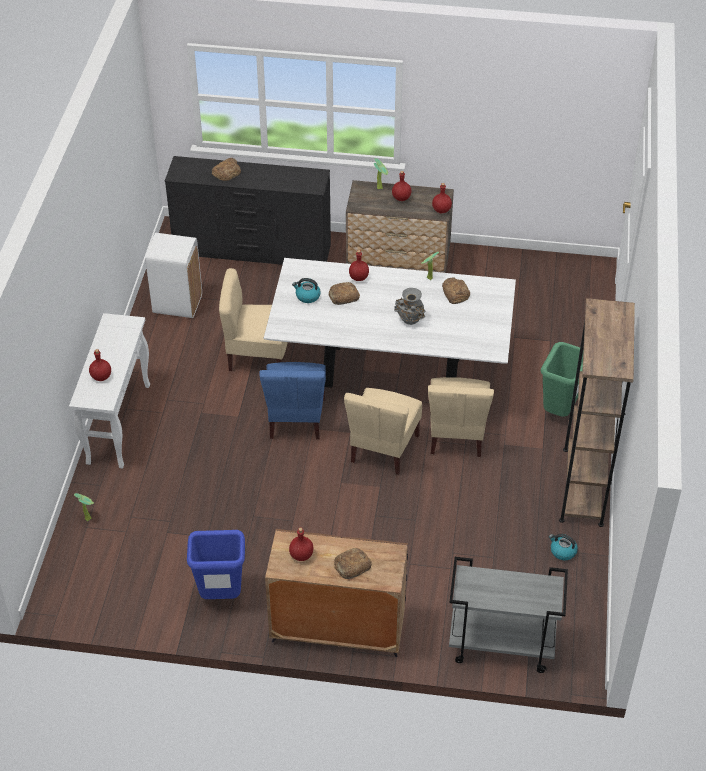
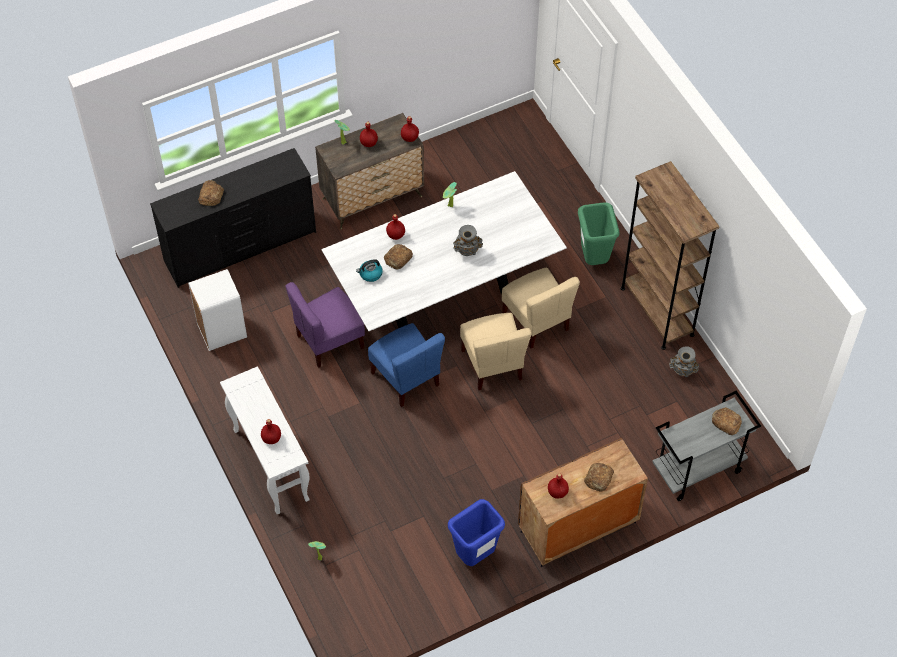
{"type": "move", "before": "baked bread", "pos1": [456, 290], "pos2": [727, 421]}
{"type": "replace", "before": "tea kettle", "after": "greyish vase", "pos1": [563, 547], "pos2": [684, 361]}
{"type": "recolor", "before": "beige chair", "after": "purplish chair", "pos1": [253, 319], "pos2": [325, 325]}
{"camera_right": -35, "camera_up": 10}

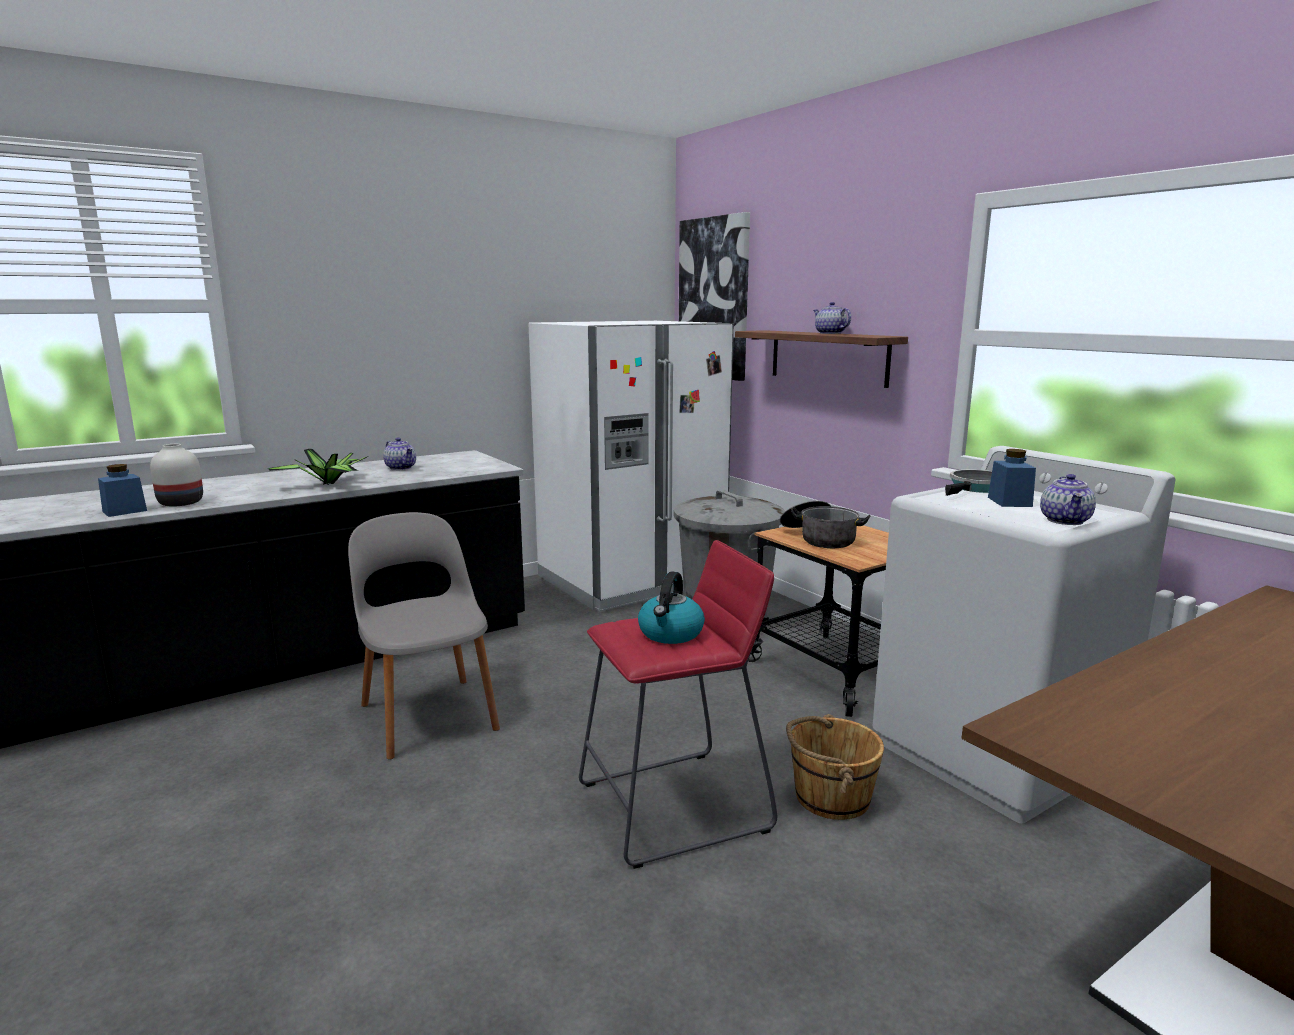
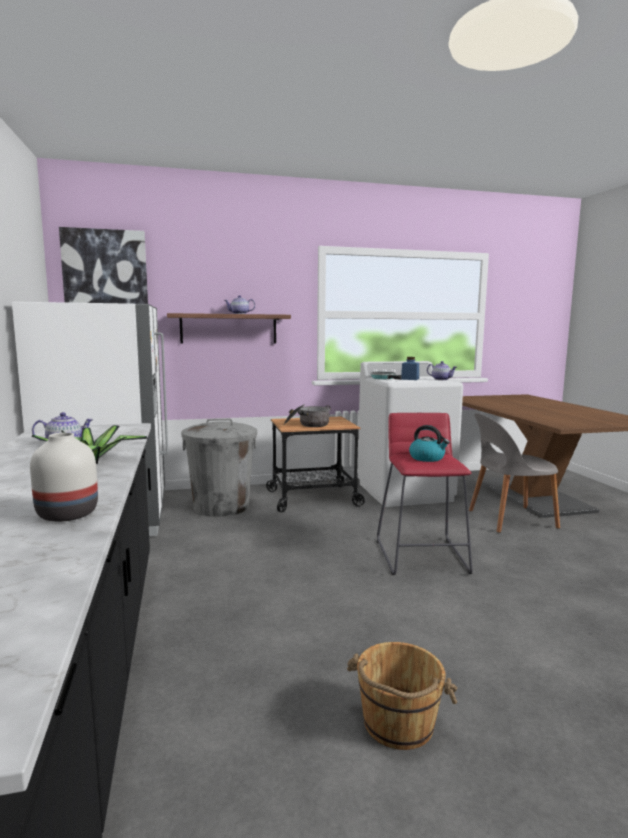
{"type": "delete", "before": "bluish storage jar", "pos1": [122, 490]}
{"type": "move", "before": "greyish chair", "pos1": [424, 636], "pos2": [514, 473]}
{"type": "move", "before": "brown water bucket", "pos1": [835, 767], "pos2": [402, 696]}
{"camera_right": -70, "camera_up": -5}

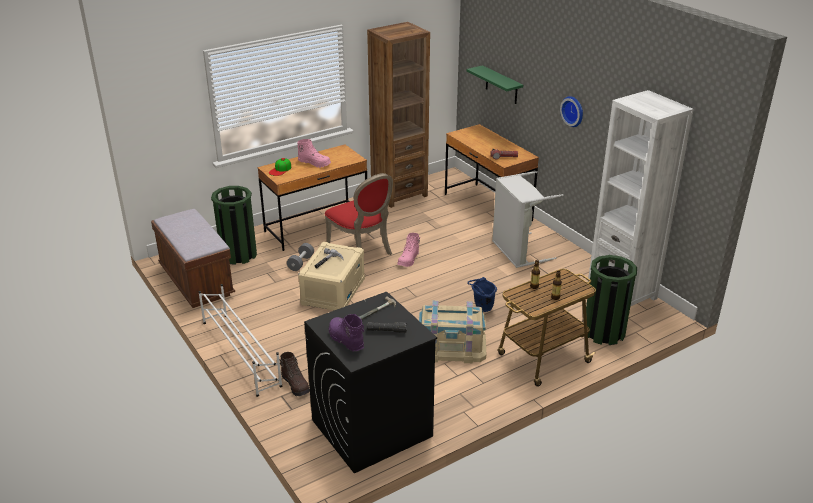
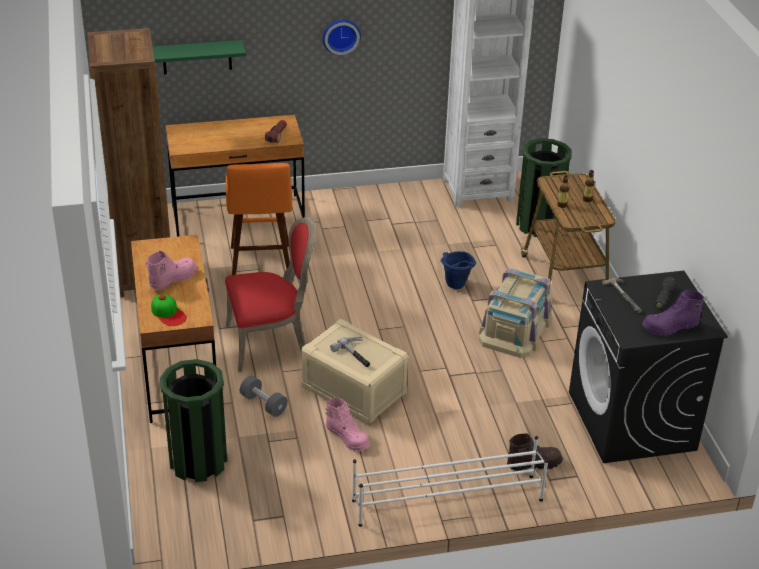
{"type": "delete", "before": "brown bench", "pos1": [193, 258]}
{"type": "delete", "before": "greyish hamper", "pos1": [527, 219]}
{"type": "insert", "after": "orange-coloured stool", "pos2": [259, 219]}
{"type": "move", "before": "pink tall boot", "pos1": [409, 250], "pos2": [347, 425]}
{"camera_right": -70, "camera_up": 5}

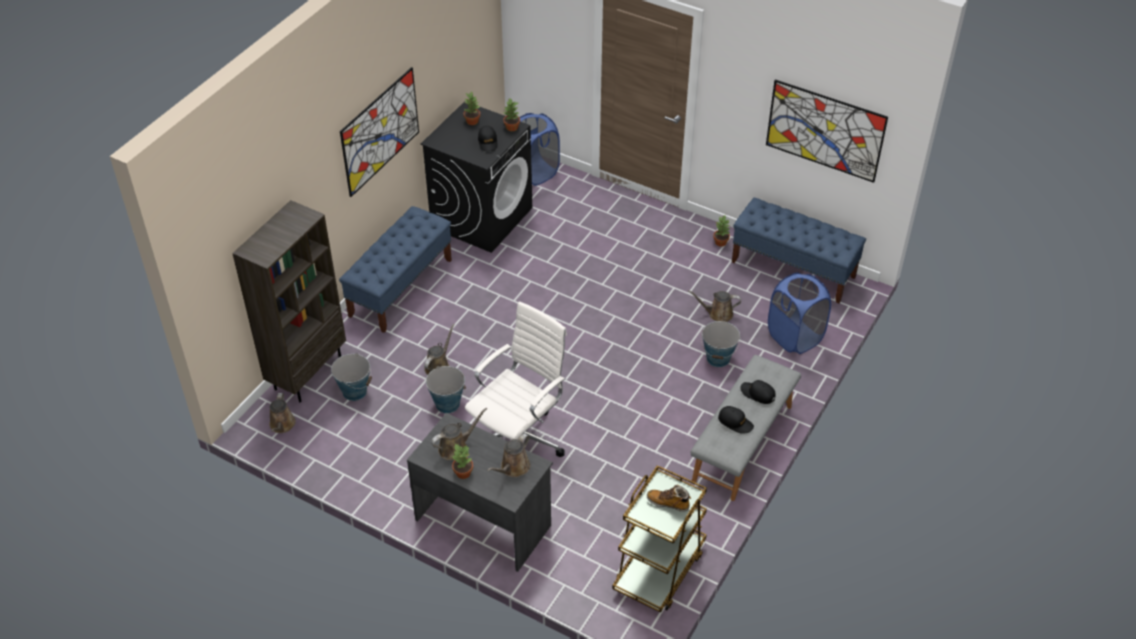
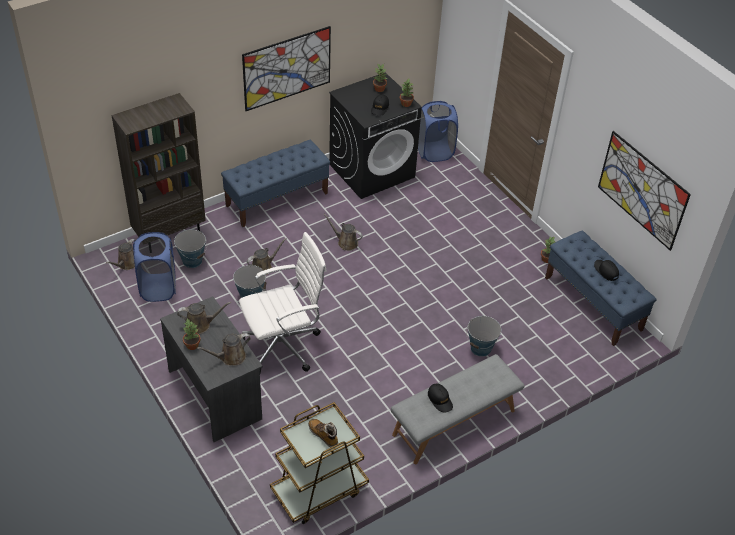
{"type": "move", "before": "brown watering pot", "pos1": [714, 306], "pos2": [343, 232]}
{"type": "move", "before": "black cap", "pos1": [758, 392], "pos2": [606, 270]}
{"type": "move", "before": "bluish hamper", "pos1": [799, 313], "pos2": [154, 267]}
{"camera_right": 25, "camera_up": 0}

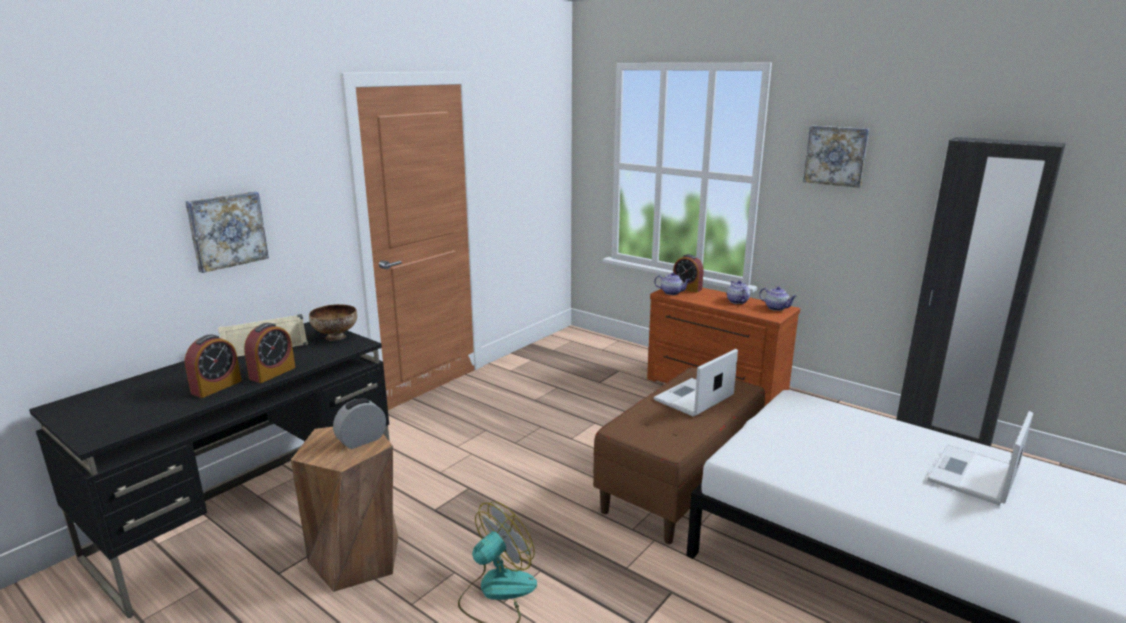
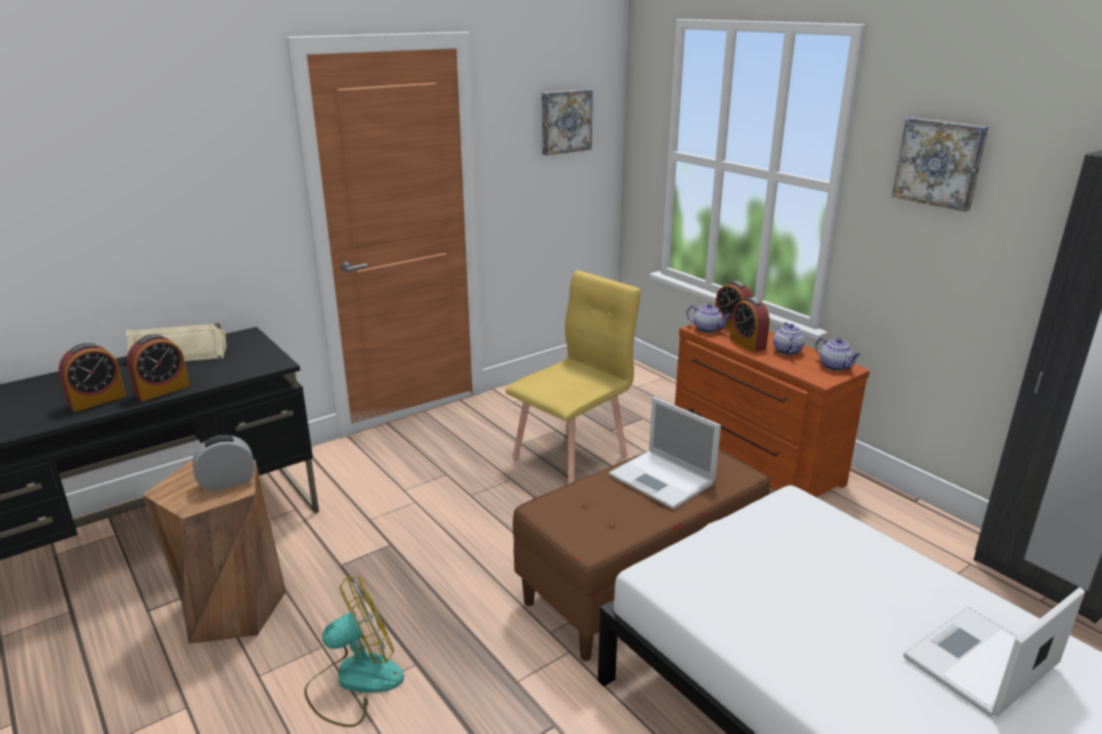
{"type": "delete", "before": "bowl", "pos1": [333, 322]}
{"type": "insert", "after": "yellowish chair", "pos2": [573, 377]}
{"type": "insert", "after": "table clock", "pos2": [750, 324]}
{"type": "move", "before": "wall picture", "pos1": [227, 232], "pos2": [567, 122]}
{"type": "rotate", "before": "portable computer", "pos1": [696, 383], "pos2": [665, 453], "turn": -105}
{"camera_right": 15, "camera_up": 5}

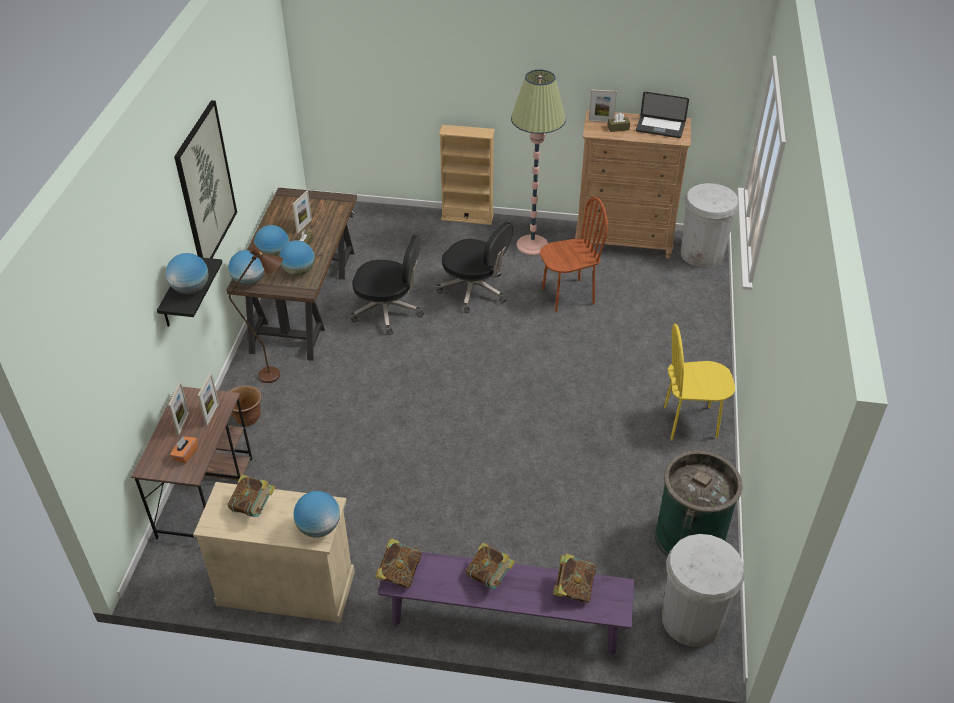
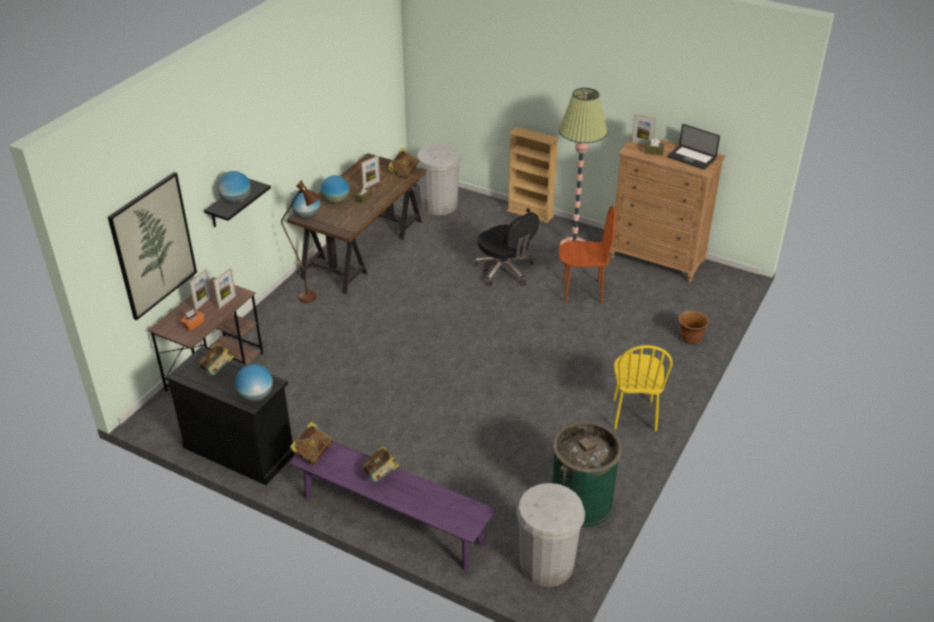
{"type": "delete", "before": "globe", "pos1": [297, 258]}
{"type": "delete", "before": "black desk chair", "pos1": [387, 285]}
{"type": "move", "before": "wall picture", "pos1": [205, 179], "pos2": [152, 246]}
{"type": "move", "before": "brown planter", "pos1": [245, 405], "pos2": [694, 327]}
{"type": "move", "before": "volume", "pos1": [574, 578], "pos2": [403, 163]}
{"type": "move", "before": "white-coloured trash can", "pos1": [709, 225], "pos2": [438, 179]}
{"type": "recolor", "before": "beige cabinet", "after": "black cabinet", "pos1": [274, 552], "pos2": [231, 416]}
{"type": "rotate", "before": "yellowish chair", "pos1": [699, 382], "pos2": [642, 388], "turn": -105}
{"camera_right": 20, "camera_up": -5}

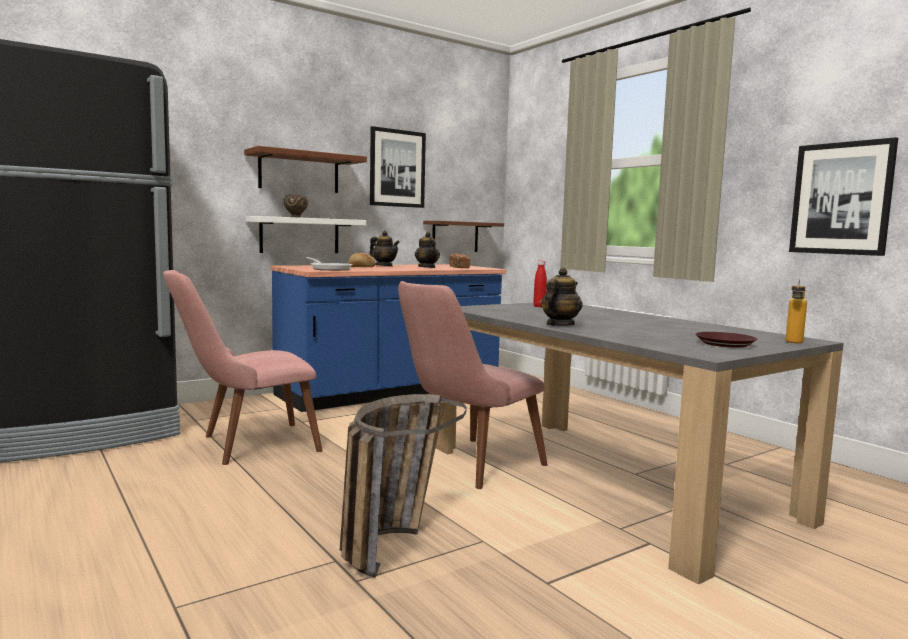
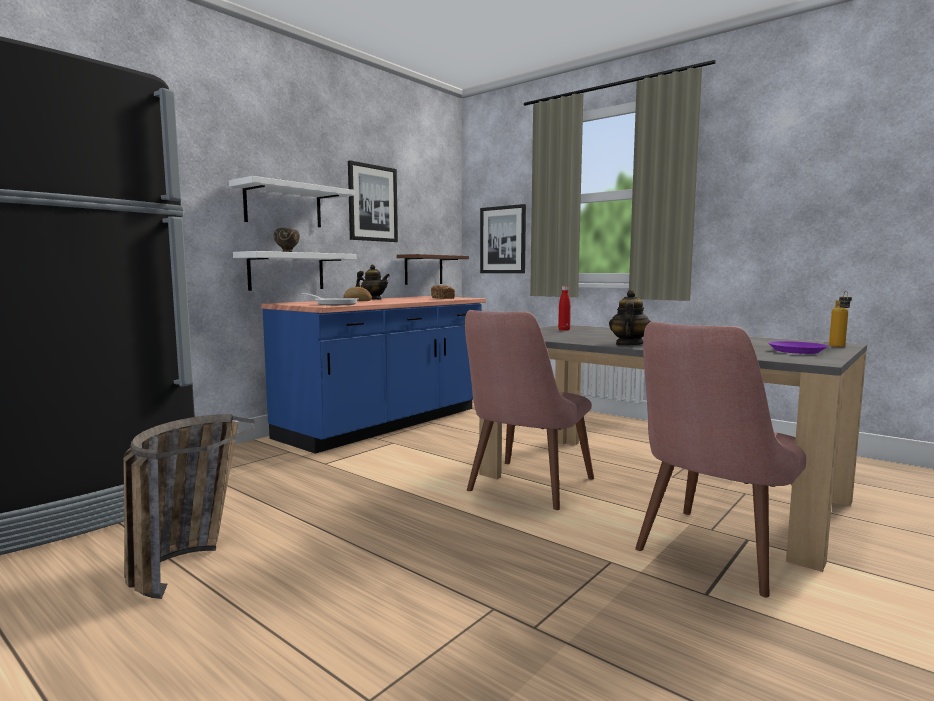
{"type": "delete", "before": "pot for tea", "pos1": [427, 250]}
{"type": "move", "before": "pink chair", "pos1": [242, 367], "pos2": [720, 459]}
{"type": "move", "before": "household basket", "pos1": [403, 486], "pos2": [189, 506]}
{"type": "move", "before": "wall picture", "pos1": [843, 196], "pos2": [503, 238]}
{"type": "recolor", "before": "brown wall shelf", "after": "white-coloured wall shelf", "pos1": [305, 169], "pos2": [292, 201]}
{"type": "recolor", "before": "brown flat dish", "after": "purplish flat dish", "pos1": [726, 340], "pos2": [798, 347]}
{"camera_right": -15, "camera_up": 0}

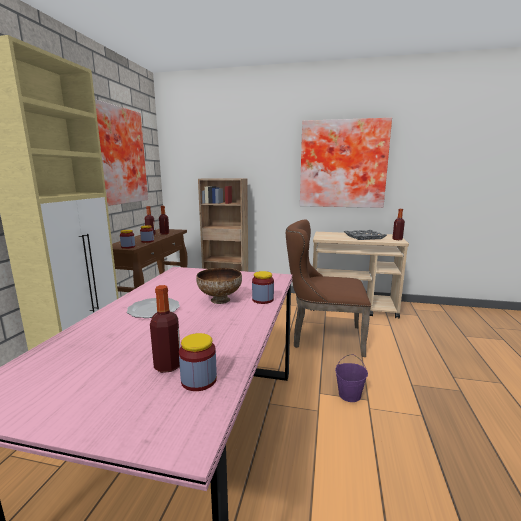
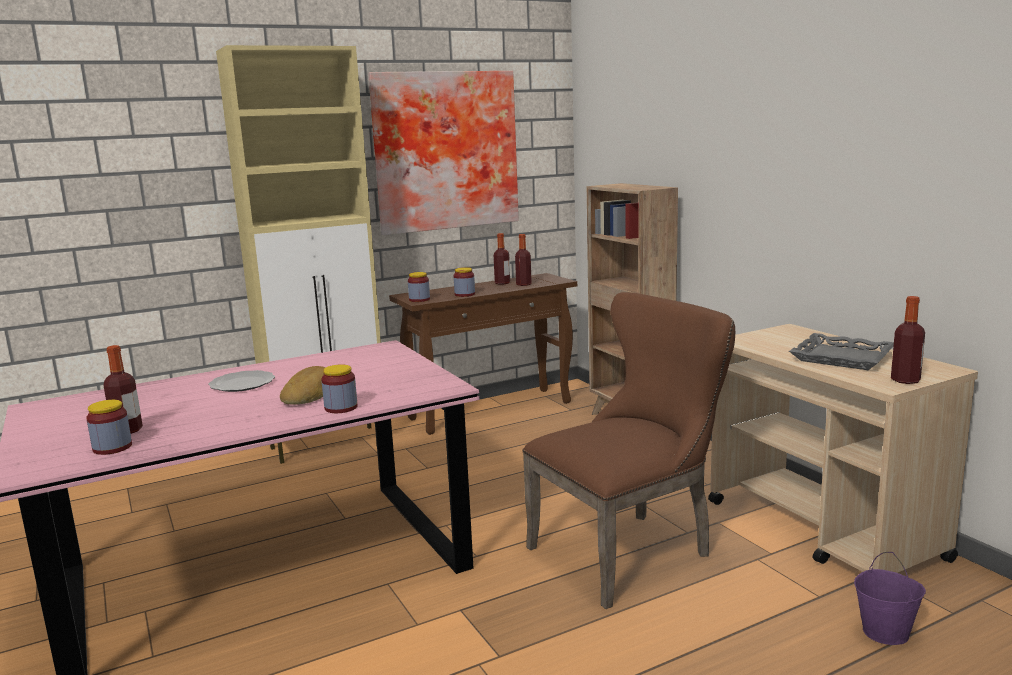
{"type": "delete", "before": "wall picture", "pos1": [346, 163]}
{"type": "move", "before": "purplish water bucket", "pos1": [351, 378], "pos2": [890, 598]}
{"type": "replace", "before": "bowl", "after": "baked bread", "pos1": [219, 286], "pos2": [303, 385]}
{"type": "rotate", "before": "brown chair", "pos1": [328, 288], "pos2": [628, 450], "turn": 90}
{"camera_right": 50, "camera_up": 0}

